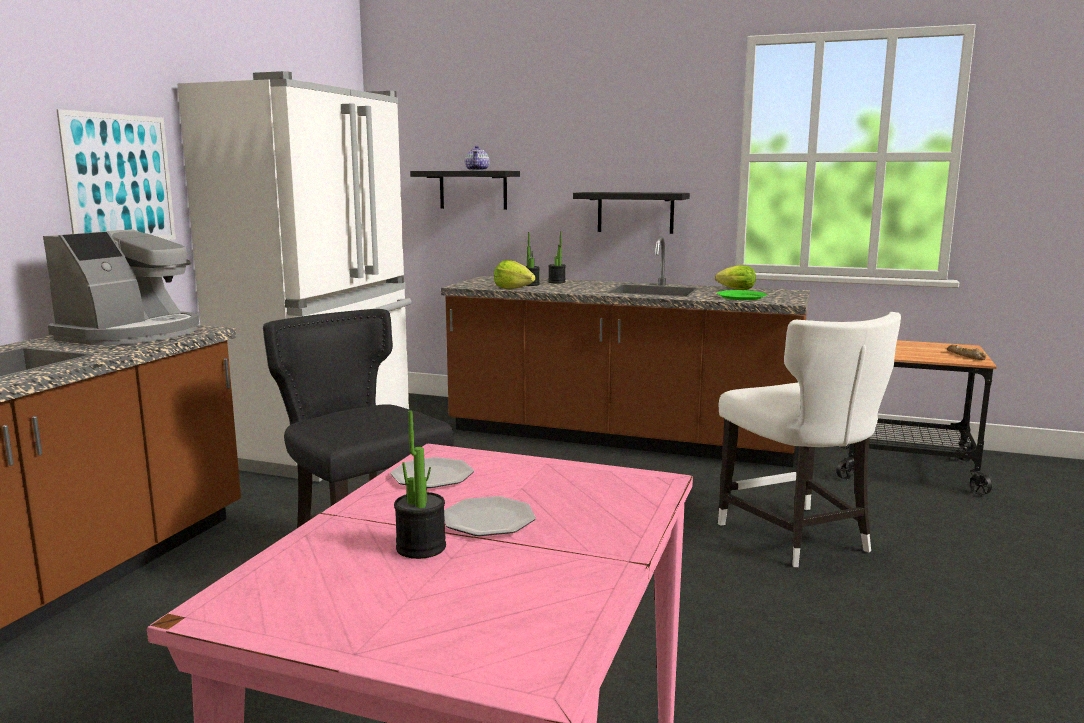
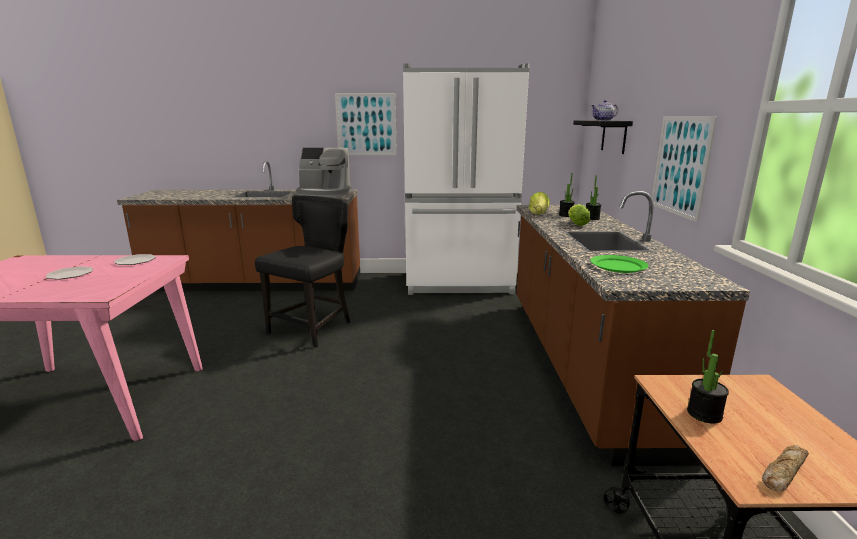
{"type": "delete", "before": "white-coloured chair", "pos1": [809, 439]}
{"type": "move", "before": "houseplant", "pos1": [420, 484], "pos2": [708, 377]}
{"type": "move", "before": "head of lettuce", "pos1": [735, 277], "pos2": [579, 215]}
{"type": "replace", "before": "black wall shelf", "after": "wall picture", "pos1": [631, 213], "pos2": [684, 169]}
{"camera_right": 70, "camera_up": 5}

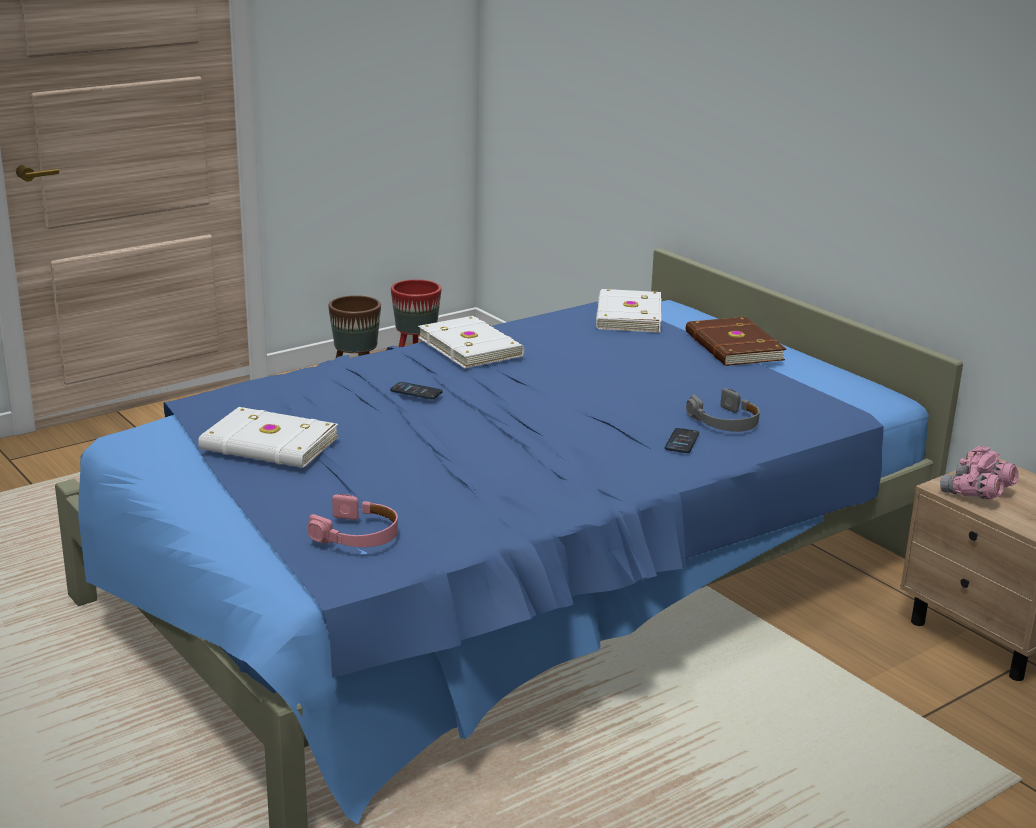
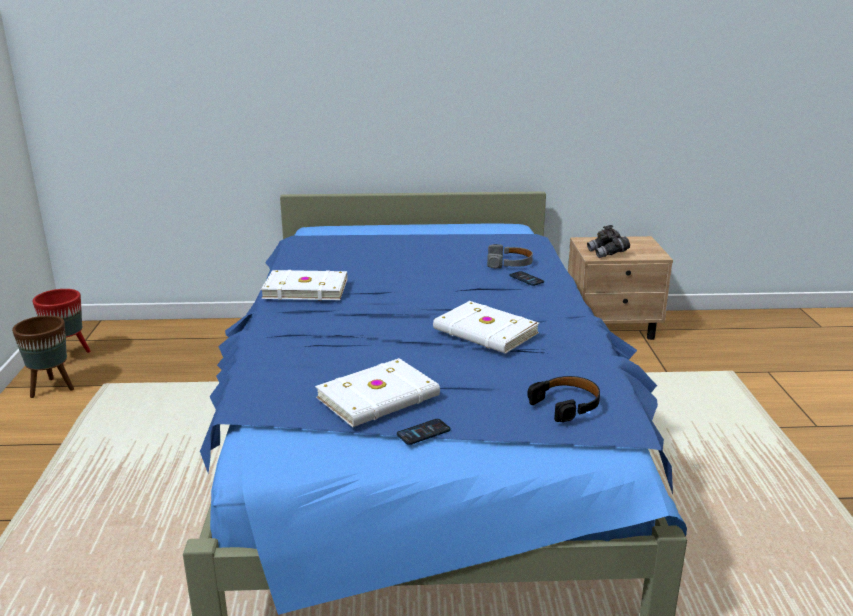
{"type": "delete", "before": "brown volume", "pos1": [736, 341]}
{"type": "move", "before": "telephone", "pos1": [416, 390], "pos2": [423, 432]}
{"type": "move", "before": "white-coloured volume", "pos1": [629, 311], "pos2": [486, 327]}
{"type": "recolor", "before": "pink headphones", "after": "black headphones", "pos1": [353, 520], "pos2": [563, 399]}
{"type": "recolor", "before": "pink pair of binoculars", "after": "greyish pair of binoculars", "pos1": [979, 472], "pos2": [608, 241]}
{"camera_right": -55, "camera_up": 0}

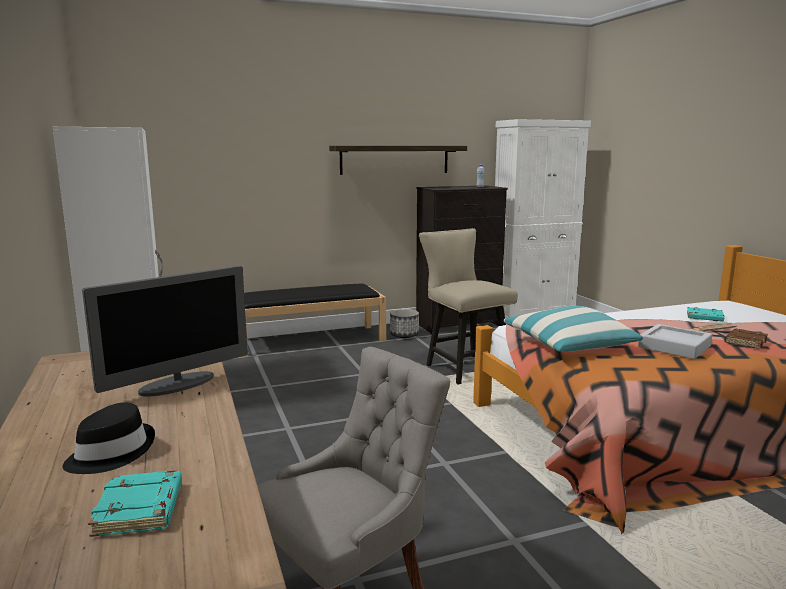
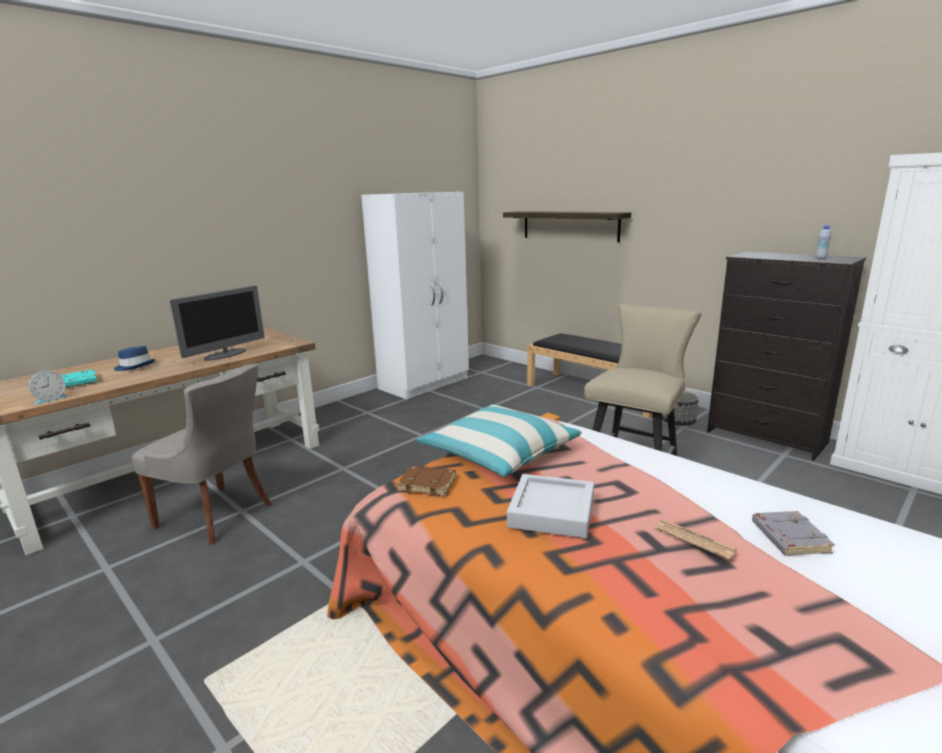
{"type": "insert", "after": "table clock", "pos2": [48, 387]}
{"type": "move", "before": "wall shelf", "pos1": [398, 160], "pos2": [567, 226]}
{"type": "move", "before": "brown volume", "pos1": [746, 339], "pos2": [426, 481]}
{"type": "recolor", "before": "black clothing hat", "after": "bluish clothing hat", "pos1": [109, 438], "pos2": [134, 358]}
{"type": "recolor", "before": "blue-green volume", "after": "greyish volume", "pos1": [705, 314], "pos2": [793, 533]}
{"type": "rotate", "before": "computer display", "pos1": [165, 331], "pos2": [217, 323], "turn": -75}
{"camera_right": 65, "camera_up": 5}

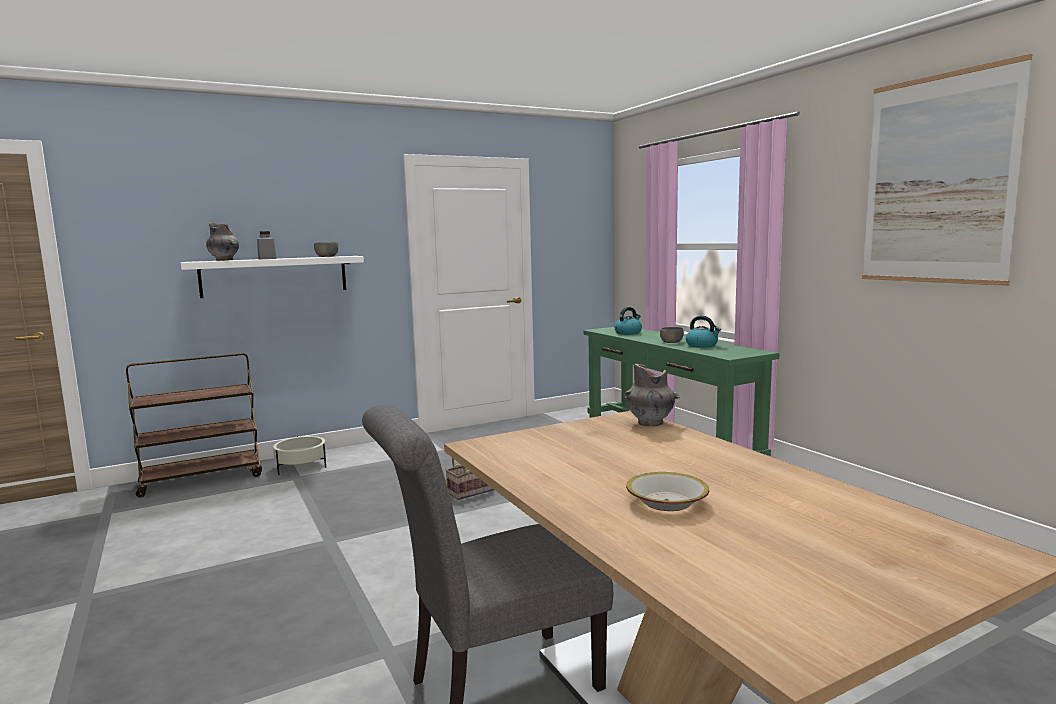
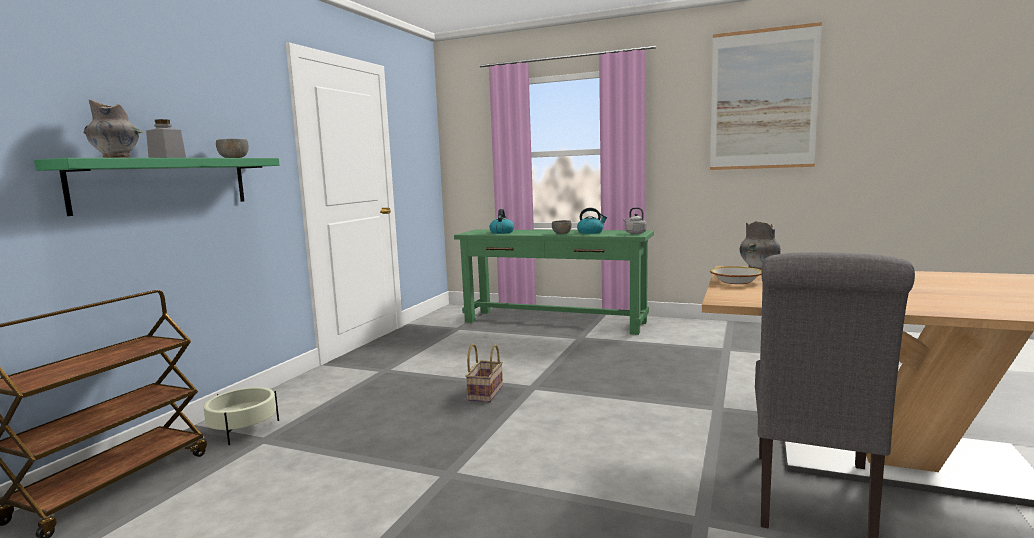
{"type": "insert", "after": "greyish tea kettle", "pos2": [635, 221]}
{"type": "move", "before": "bowl", "pos1": [667, 491], "pos2": [736, 275]}
{"type": "recolor", "before": "white-coloured wall shelf", "after": "green wall shelf", "pos1": [272, 277], "pos2": [156, 187]}
{"camera_right": -40, "camera_up": 0}

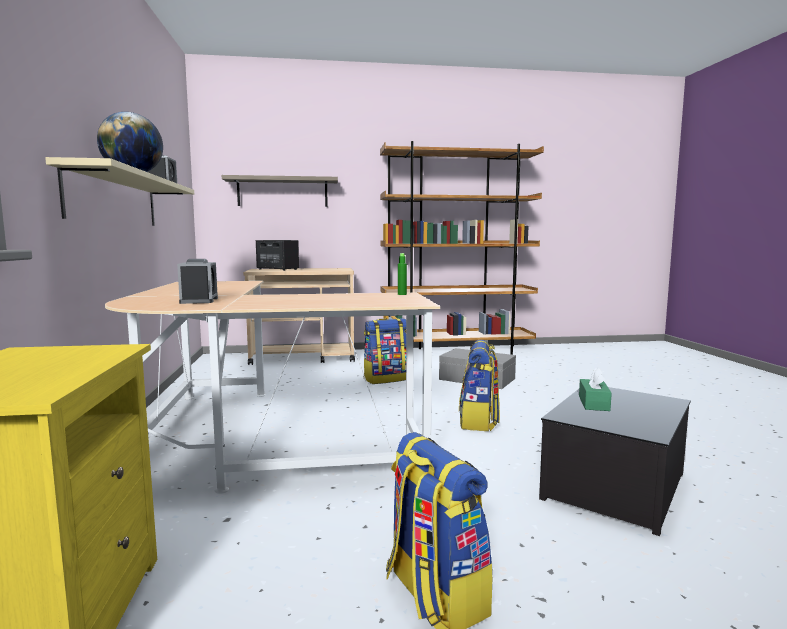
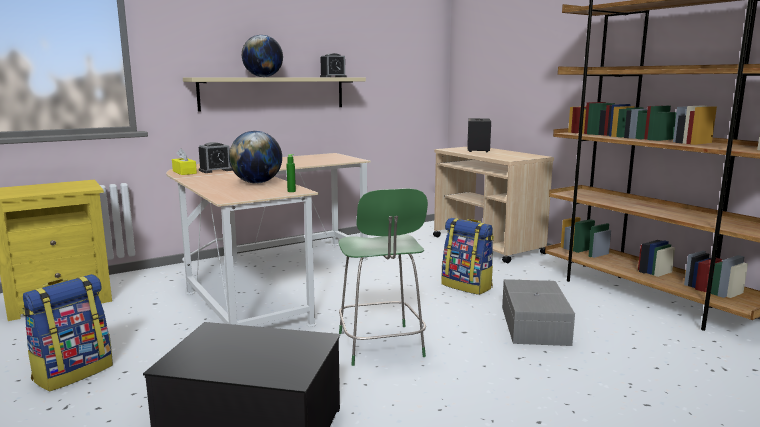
{"type": "delete", "before": "wall shelf", "pos1": [280, 191]}
{"type": "delete", "before": "green tissue holder", "pos1": [595, 389]}
{"type": "insert", "after": "yellowish tissue holder", "pos2": [184, 161]}
{"type": "insert", "after": "globe", "pos2": [255, 157]}
{"type": "replace", "before": "backpack", "after": "green stool", "pos1": [479, 385], "pos2": [383, 277]}
{"camera_right": 65, "camera_up": 5}

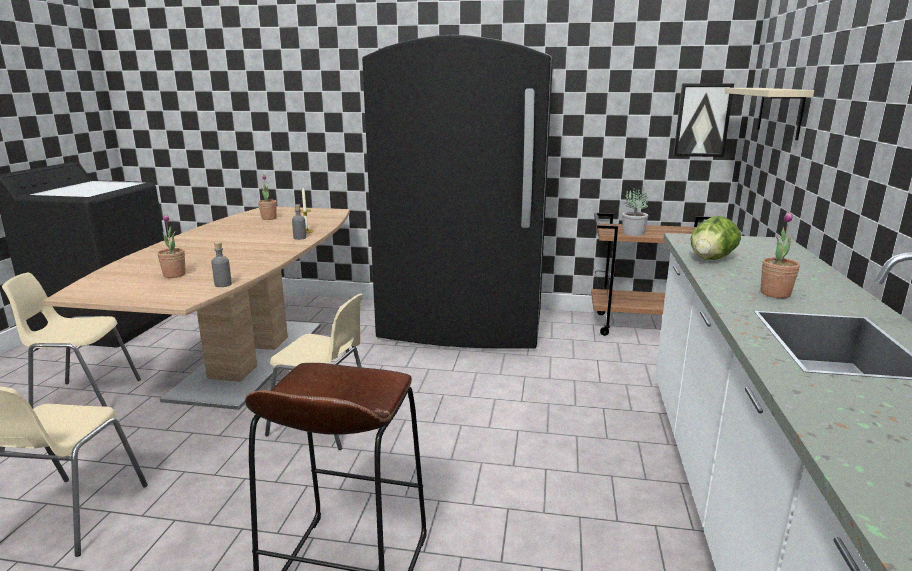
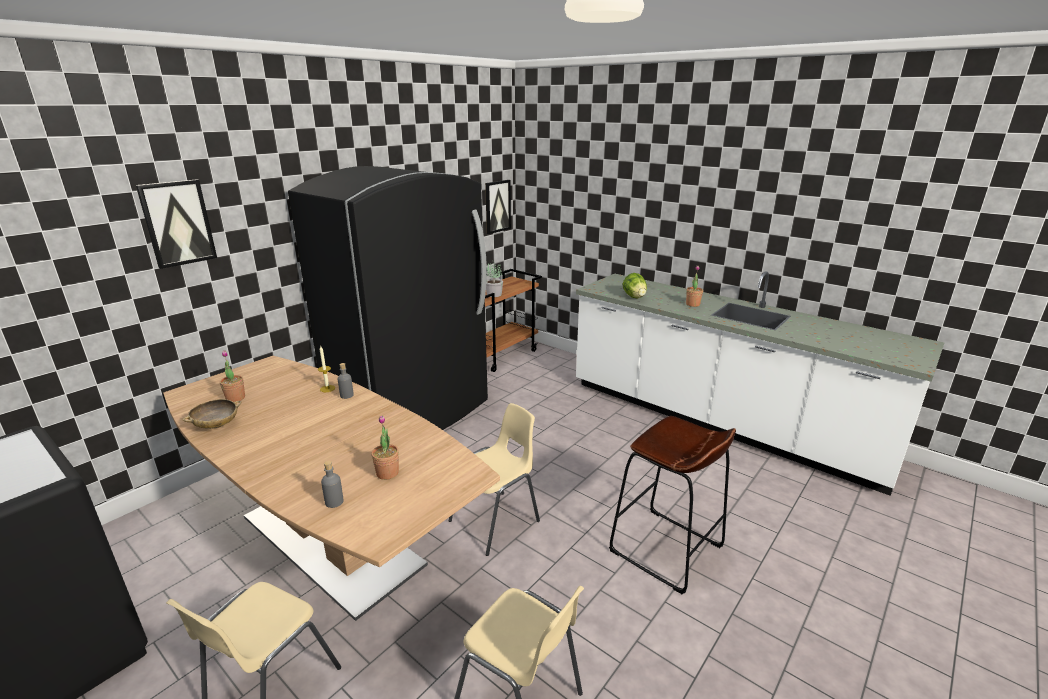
{"type": "delete", "before": "beige wall shelf", "pos1": [769, 114]}
{"type": "insert", "after": "wall picture", "pos2": [176, 224]}
{"type": "insert", "after": "beige bowl", "pos2": [212, 414]}
{"type": "move", "before": "greyish drink bottle", "pos1": [221, 264], "pos2": [332, 484]}
{"camera_right": -60, "camera_up": 5}

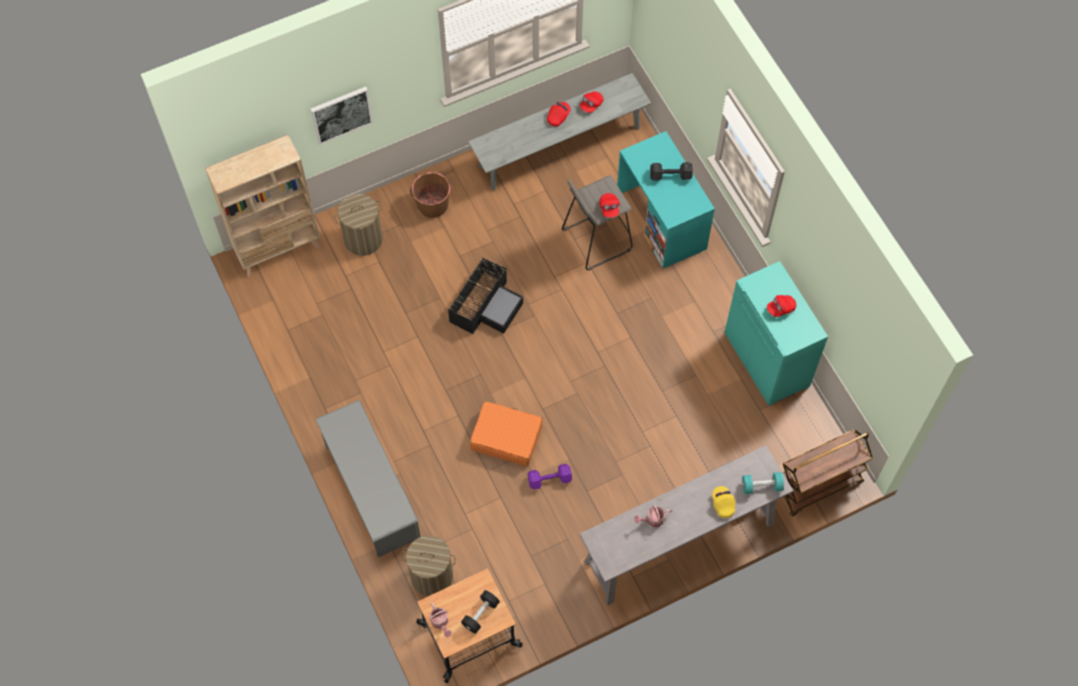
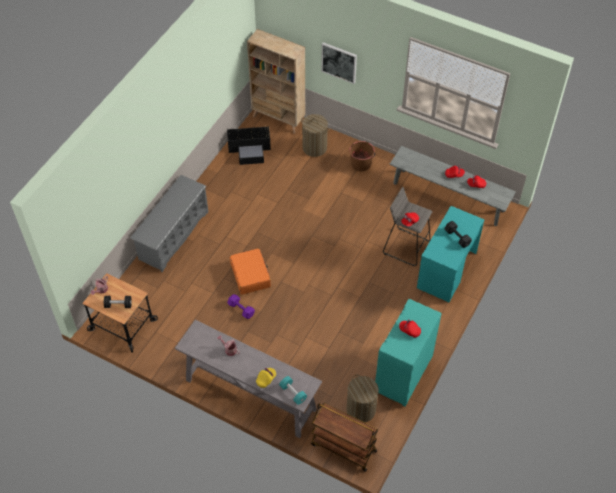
{"type": "move", "before": "hamper", "pos1": [428, 566], "pos2": [362, 399]}
{"type": "move", "before": "black storage container", "pos1": [485, 296], "pos2": [249, 146]}
{"camera_right": 55, "camera_up": -10}

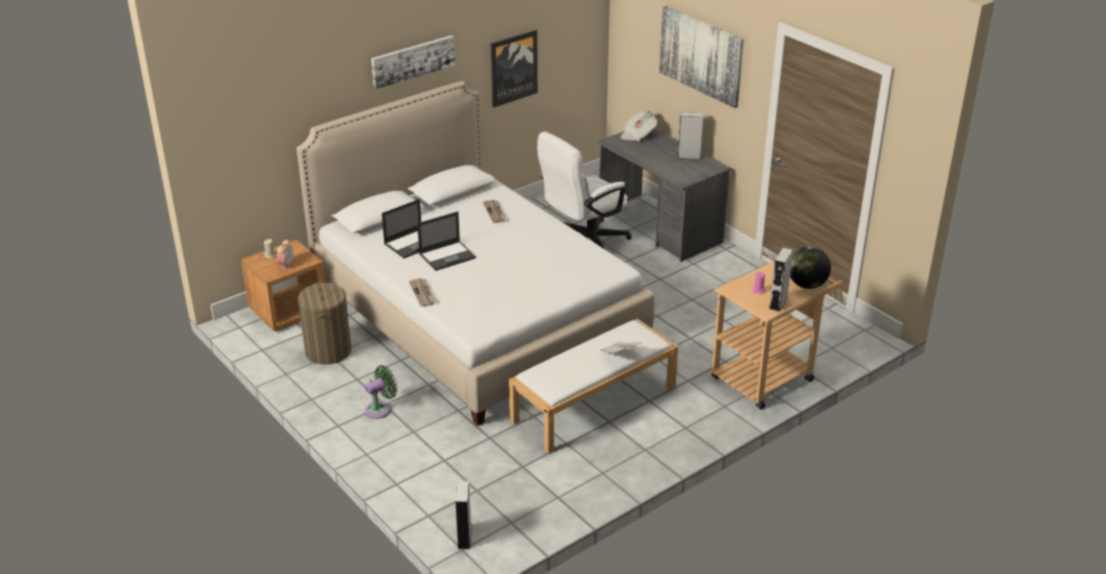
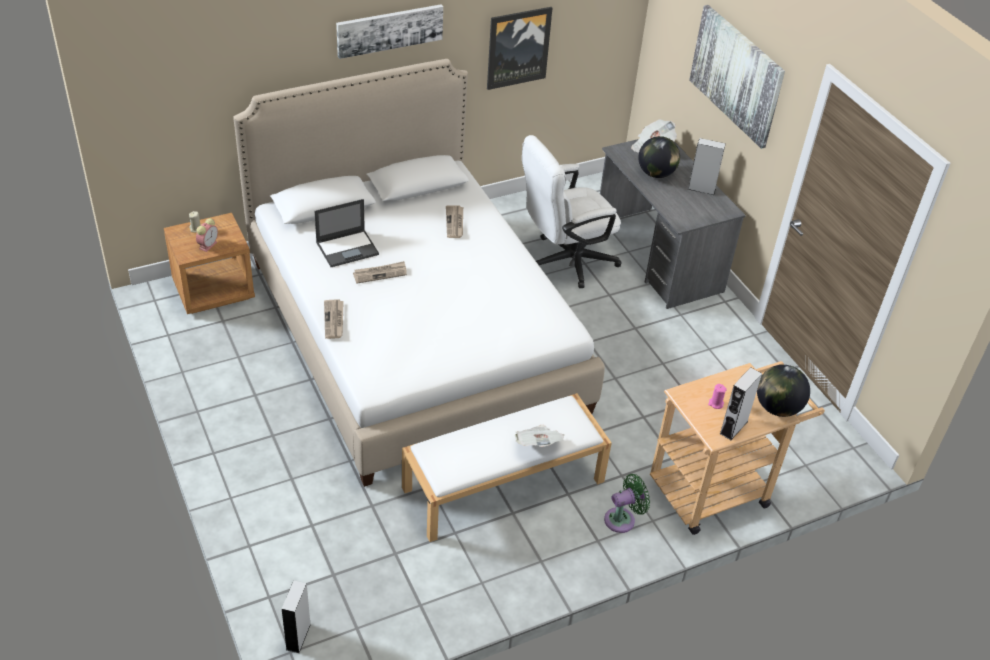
{"type": "delete", "before": "hamper", "pos1": [324, 324]}
{"type": "insert", "after": "globe", "pos2": [659, 157]}
{"type": "move", "before": "green electric fan", "pos1": [381, 392], "pos2": [627, 503]}
{"type": "replace", "before": "portable computer", "after": "newspaper", "pos1": [446, 241], "pos2": [380, 272]}
{"camera_right": 10, "camera_up": 10}

